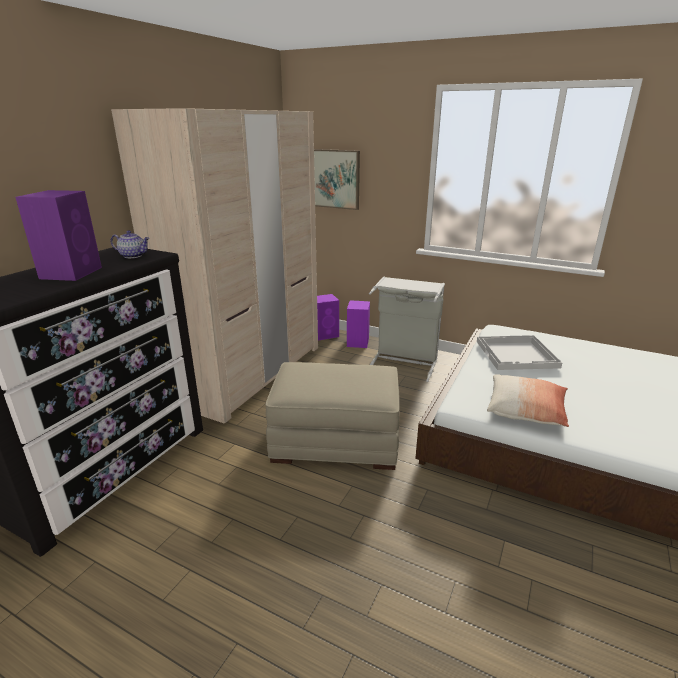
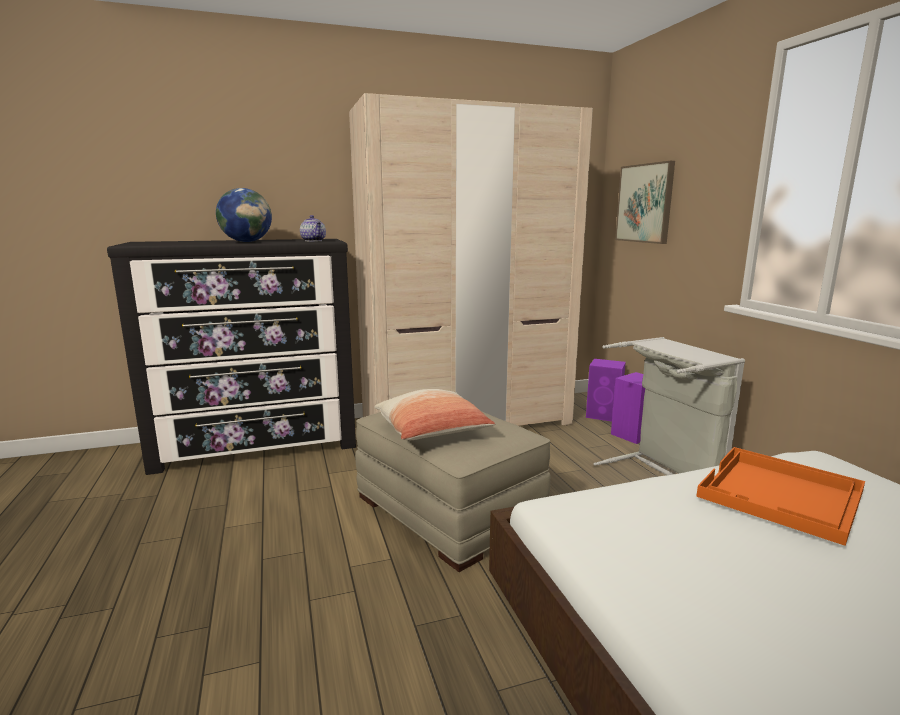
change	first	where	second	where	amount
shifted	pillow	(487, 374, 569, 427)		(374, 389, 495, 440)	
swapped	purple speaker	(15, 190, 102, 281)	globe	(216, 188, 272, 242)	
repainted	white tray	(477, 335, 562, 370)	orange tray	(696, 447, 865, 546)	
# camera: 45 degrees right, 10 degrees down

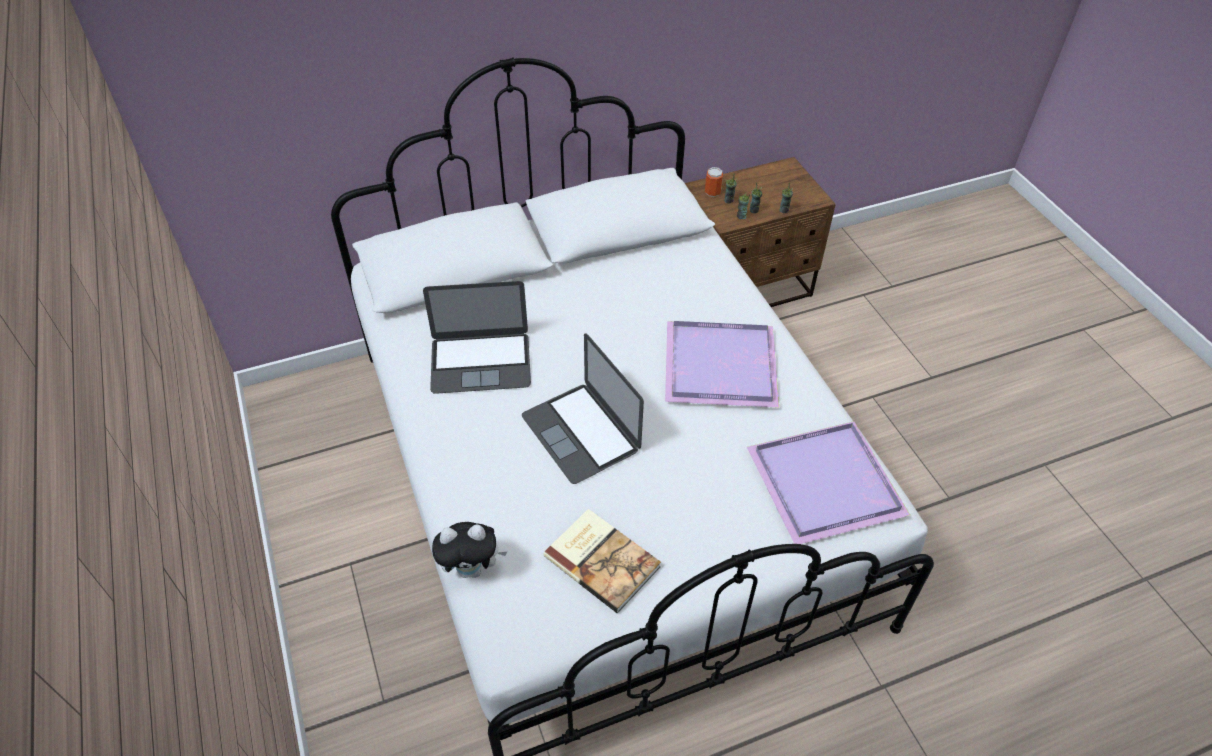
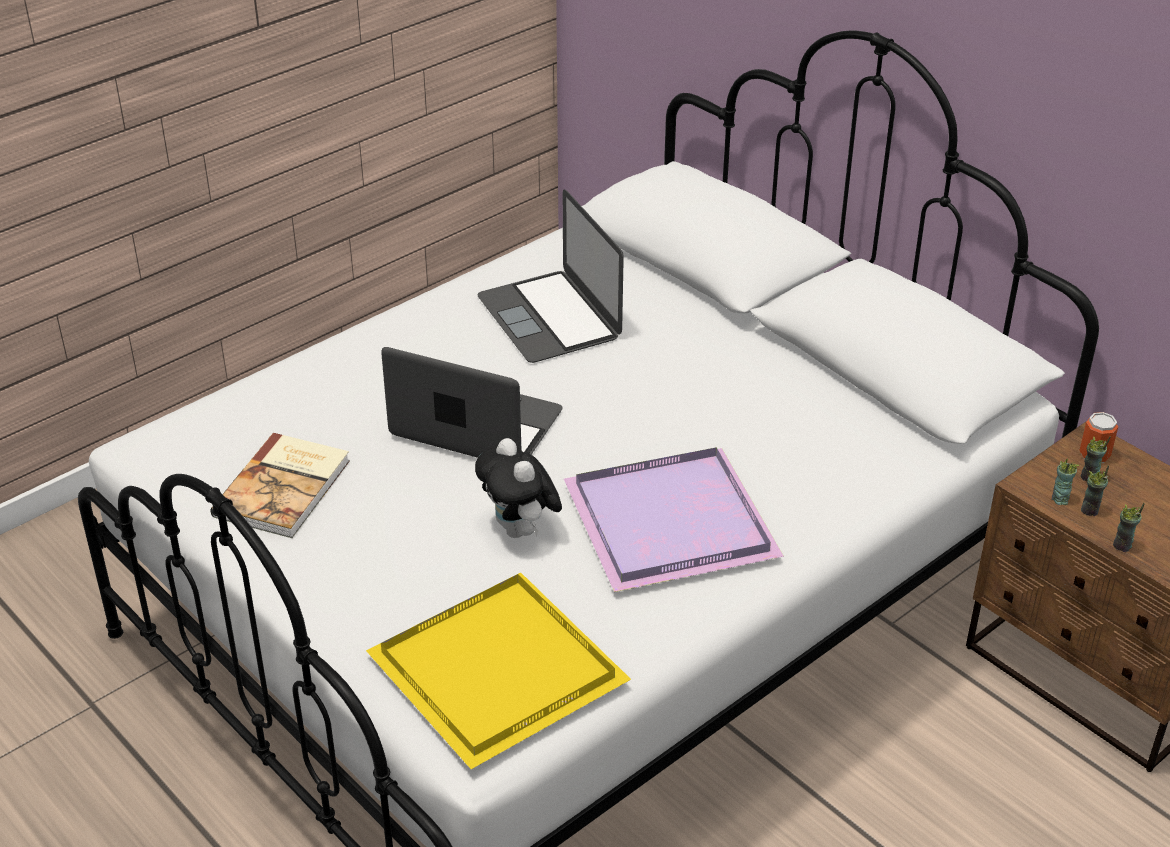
change	first	where	second	where	amount
shifted	plush toy	(432, 522, 507, 578)		(475, 438, 562, 538)	
repainted	purple tray	(747, 421, 910, 544)	yellow tray	(366, 572, 631, 769)	
rotated	laptop	(522, 334, 644, 484)		(381, 347, 563, 458)	75 degrees clockwise
# camera: 70 degrees right, 10 degrees down

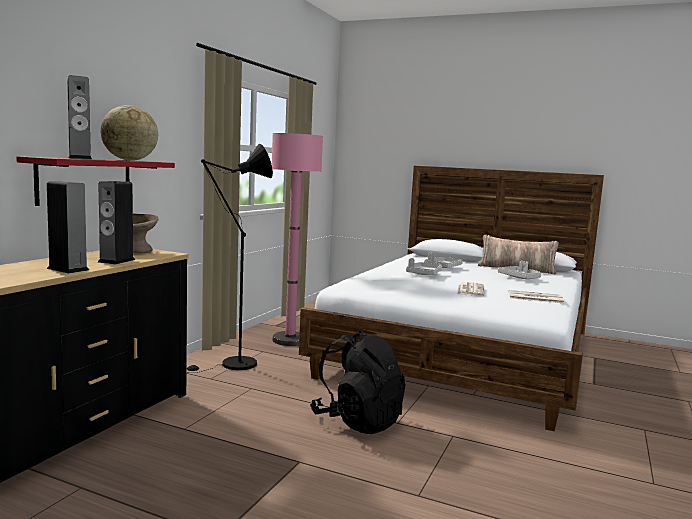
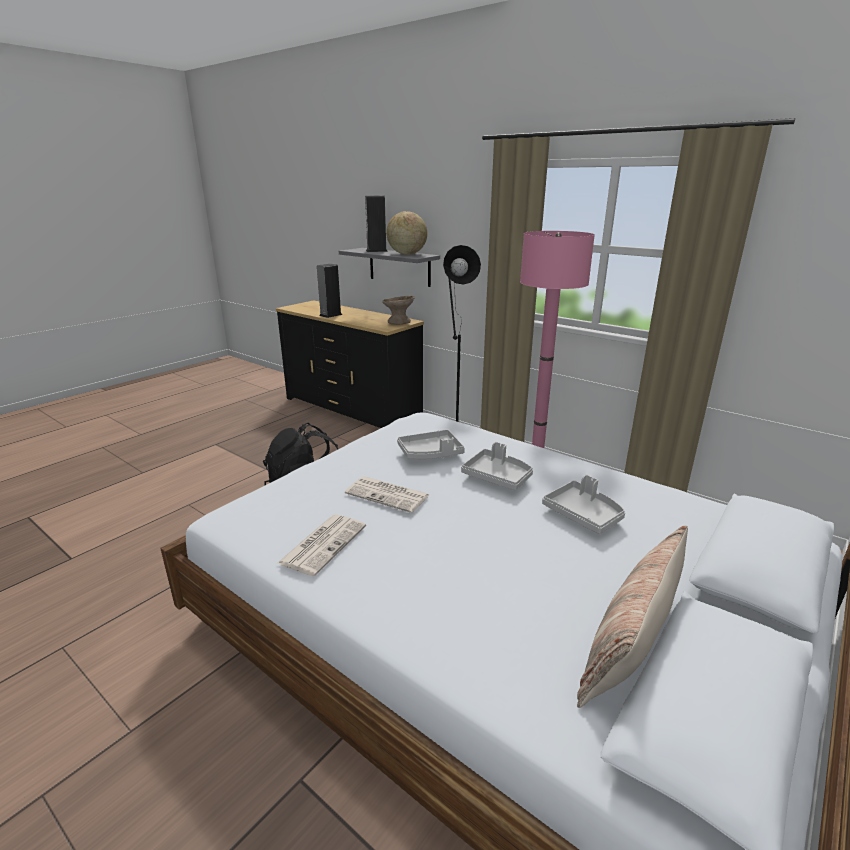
change	first	where	second	where	amount
gone	speaker	(98, 181, 135, 264)			
shifted	grey tray	(498, 261, 541, 279)		(397, 430, 465, 459)	
repainted	red shelf	(16, 156, 175, 206)	grey shelf	(339, 248, 440, 287)	
# camera: 105 degrees right, 15 degrees up

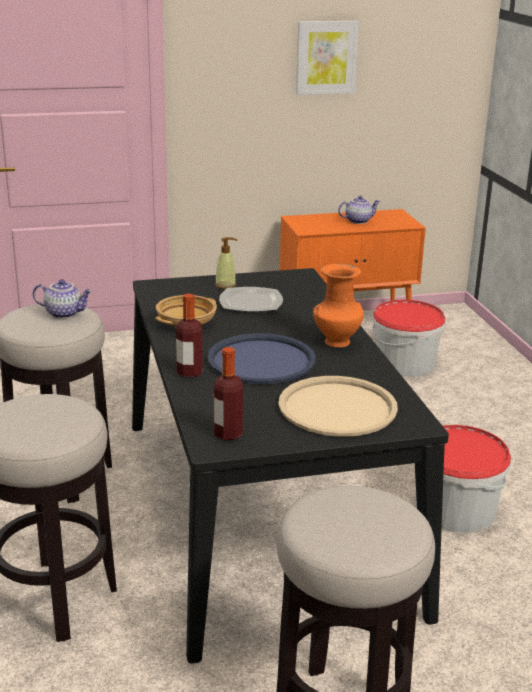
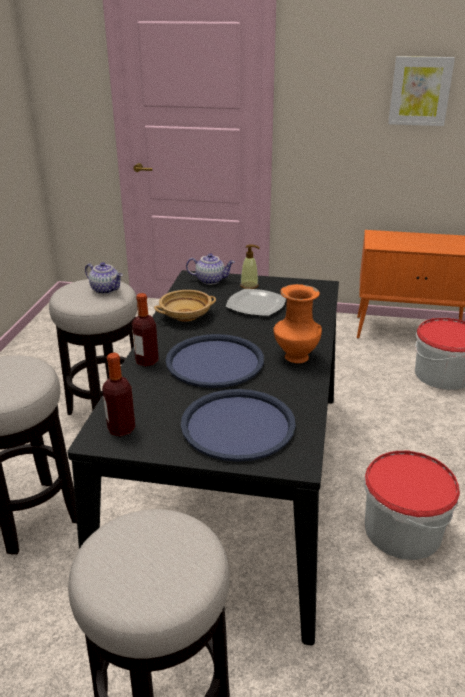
change	first	where	second	where	amount
shifted	teapot	(338, 196, 380, 224)		(186, 253, 235, 285)	
repainted	beige tray	(278, 376, 398, 437)	blue tray	(181, 389, 296, 462)	
# camera: 25 degrees right, 5 degrees up

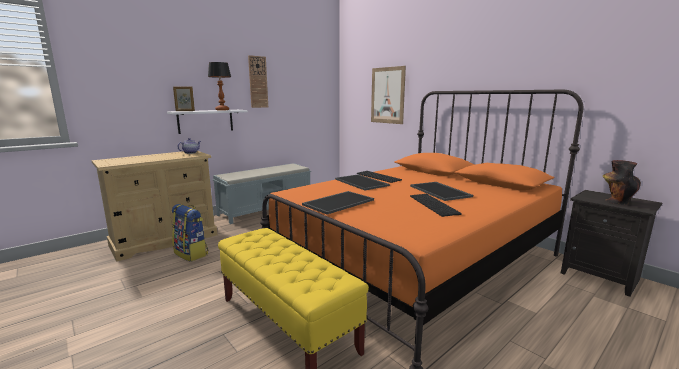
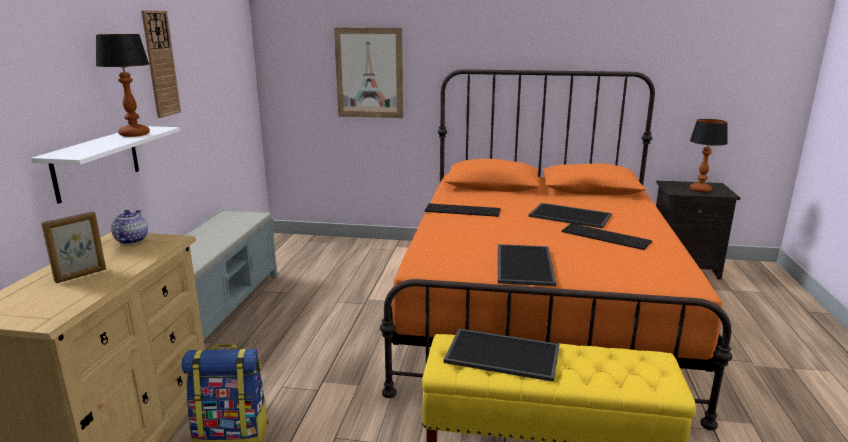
change	first	where	second	where	amount
shifted	picture frame	(173, 86, 195, 111)		(41, 211, 106, 283)	
shifted	tray	(335, 174, 390, 190)		(444, 329, 559, 382)	
swapped	vase	(603, 160, 641, 205)	table lamp	(690, 119, 728, 192)	
# camera: 40 degrees left, 5 degrees up

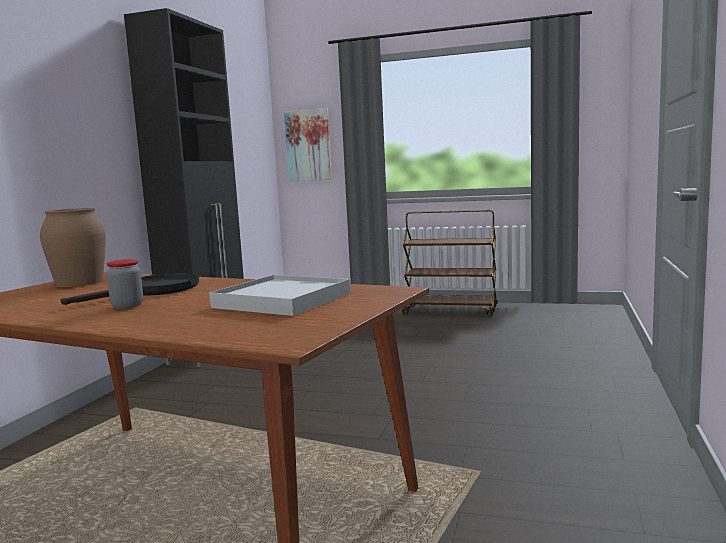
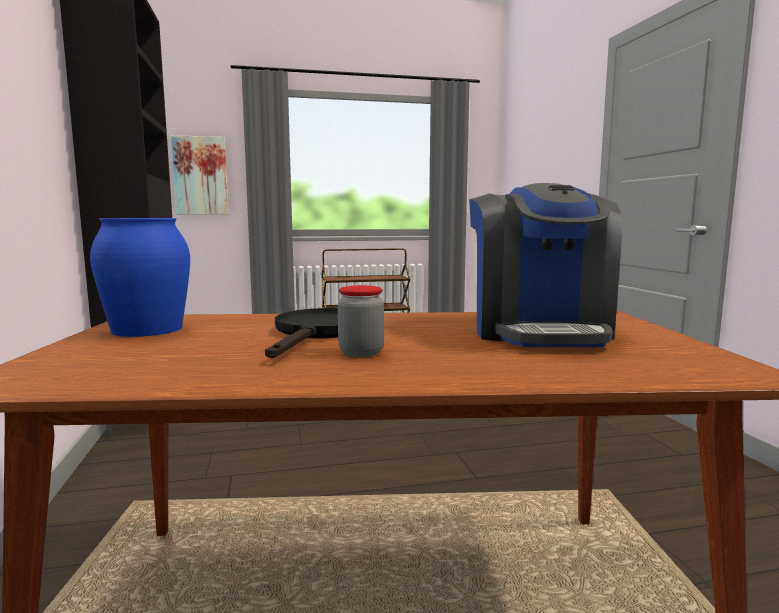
change	first	where	second	where	amount
swapped	white tray	(209, 275, 350, 316)	coffee machine	(469, 183, 622, 347)	
repainted	brown vase	(40, 208, 106, 287)	blue vase	(90, 218, 190, 337)	
# camera: 30 degrees left, 0 degrees up

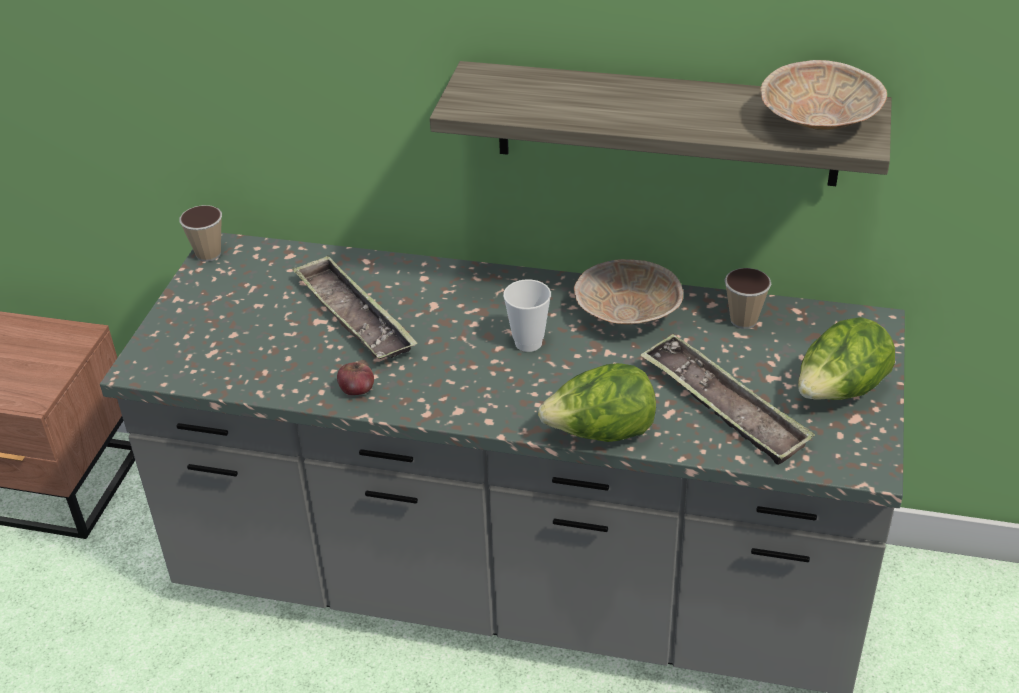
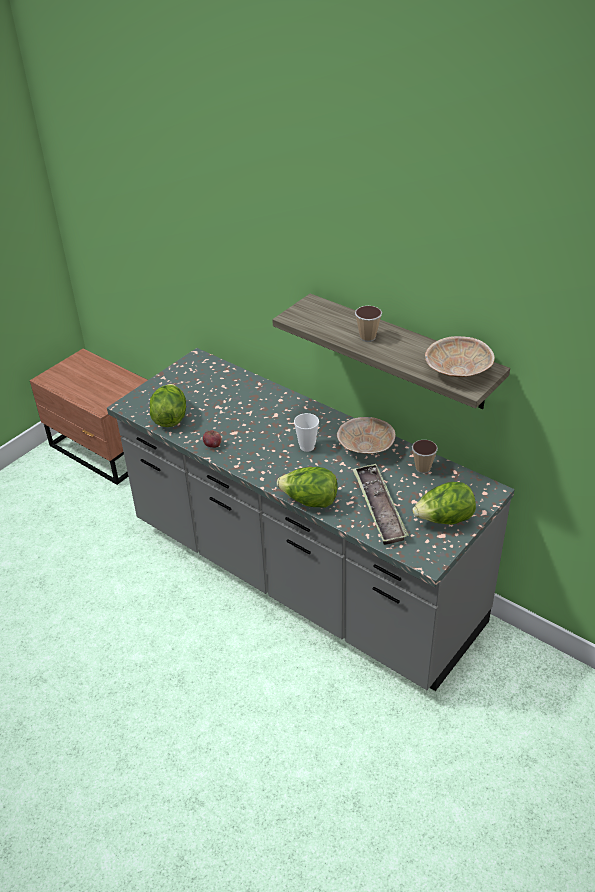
change	first	where	second	where	amount
gone	tray	(292, 255, 418, 359)			
new			lettuce	(150, 384, 186, 427)	
shifted	cup	(180, 205, 222, 262)		(355, 306, 382, 342)	
# camera: 25 degrees right, 0 degrees up

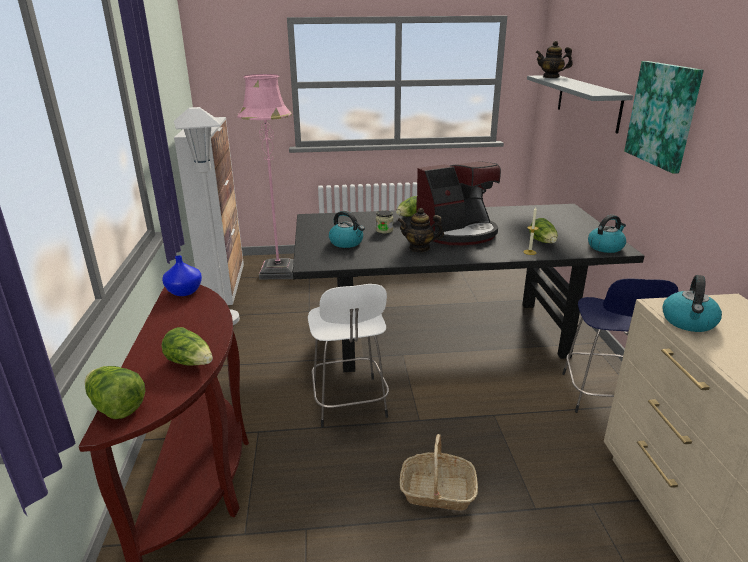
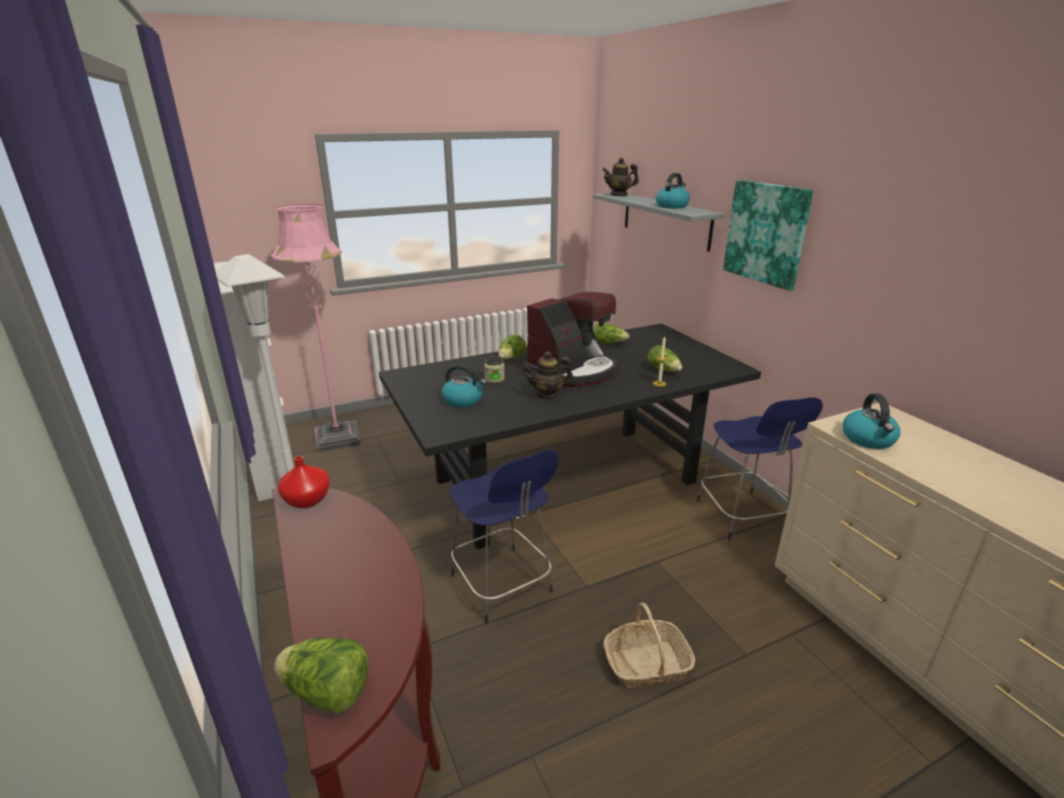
change	first	where	second	where	amount
shifted	lettuce	(162, 327, 213, 365)		(593, 323, 629, 344)	
shifted	kettle	(588, 215, 626, 253)		(656, 173, 690, 209)	
repainted	blue vase	(162, 255, 202, 296)	red vase	(278, 456, 330, 508)	
repainted	white stool	(308, 284, 389, 428)	blue stool	(450, 450, 559, 624)	
# camera: 20 degrees left, 0 degrees up

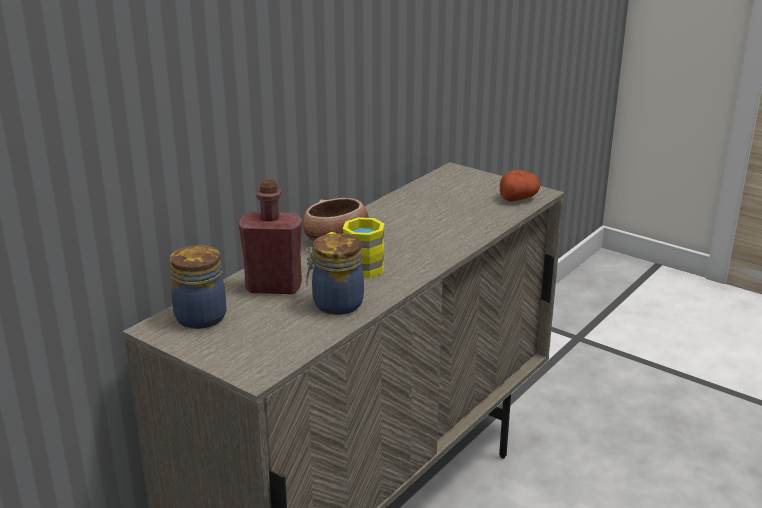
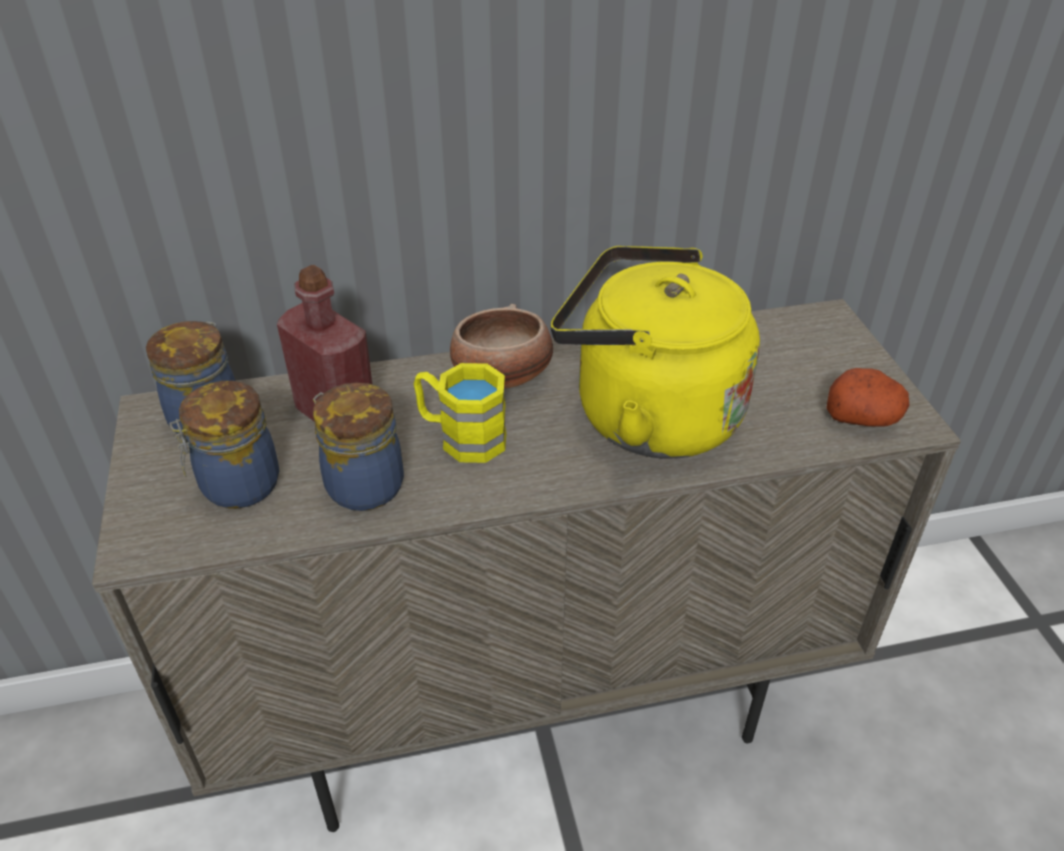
change	first	where	second	where	amount
new			jar	(169, 381, 280, 508)	
new			yellow kettle	(550, 246, 760, 459)	
# camera: 40 degrees right, 15 degrees up

